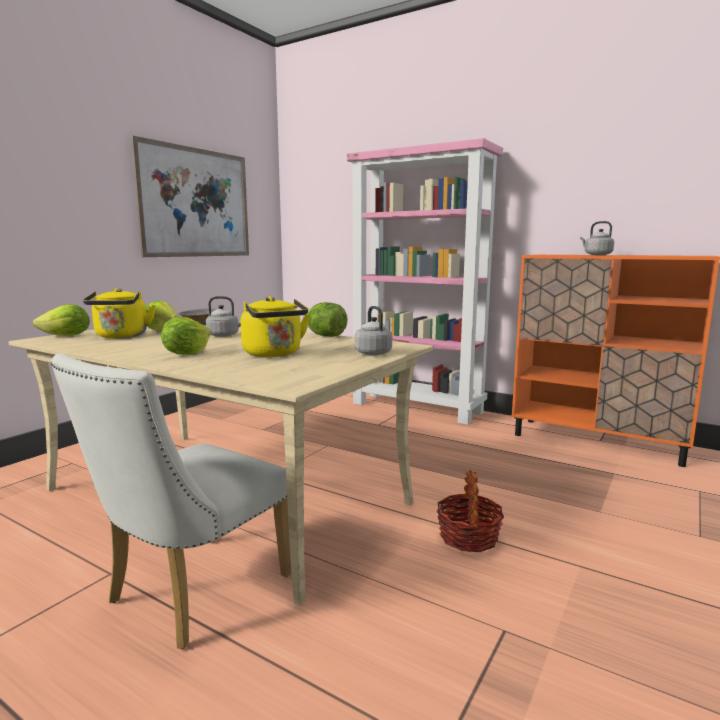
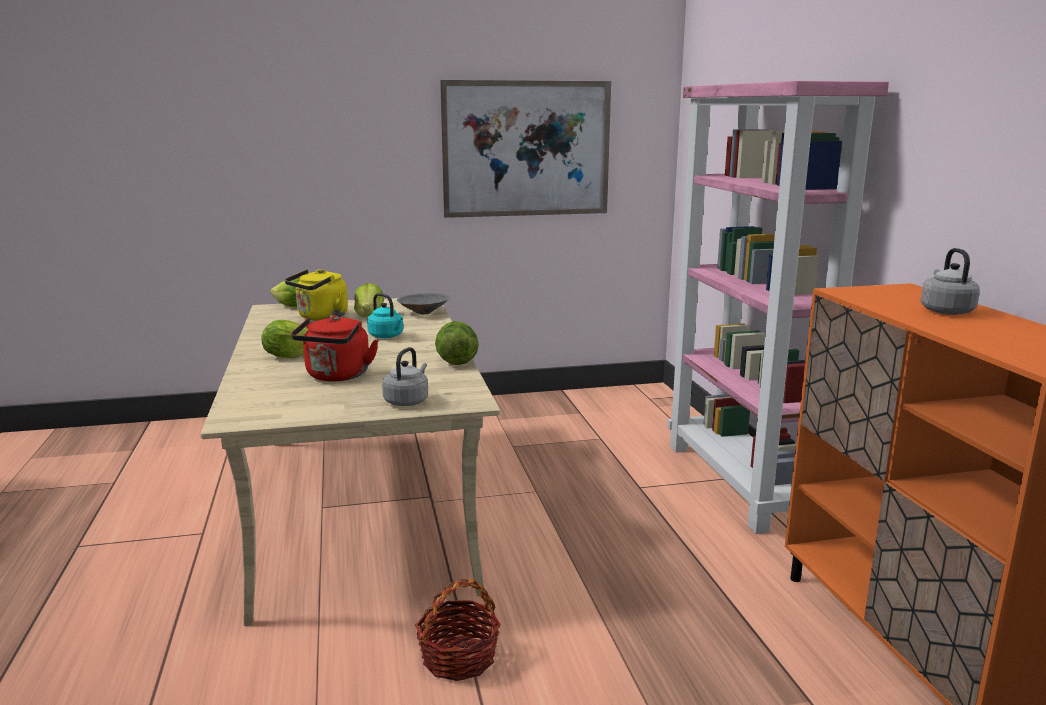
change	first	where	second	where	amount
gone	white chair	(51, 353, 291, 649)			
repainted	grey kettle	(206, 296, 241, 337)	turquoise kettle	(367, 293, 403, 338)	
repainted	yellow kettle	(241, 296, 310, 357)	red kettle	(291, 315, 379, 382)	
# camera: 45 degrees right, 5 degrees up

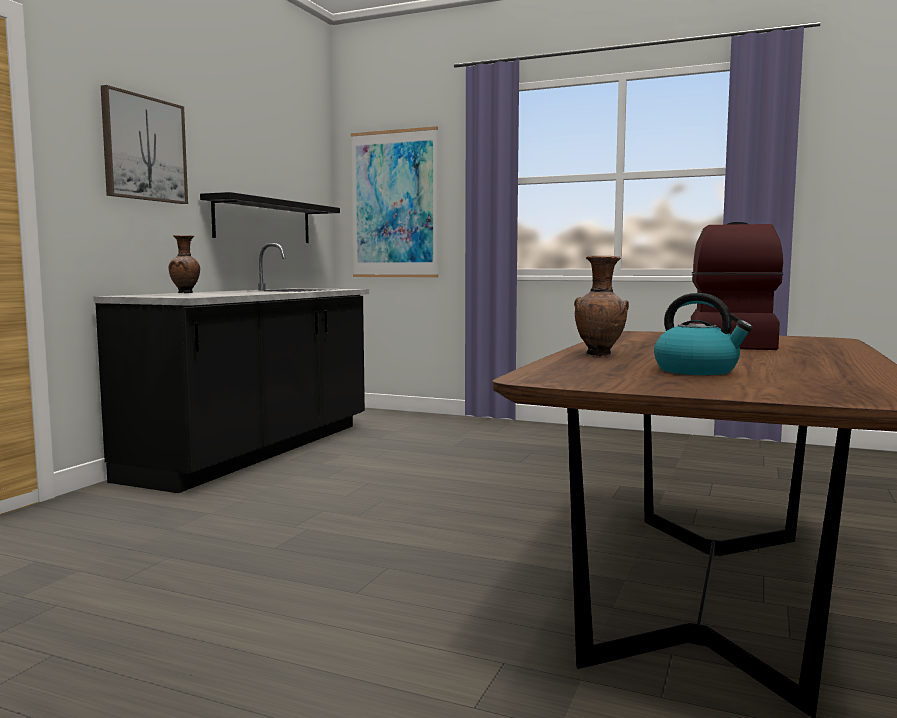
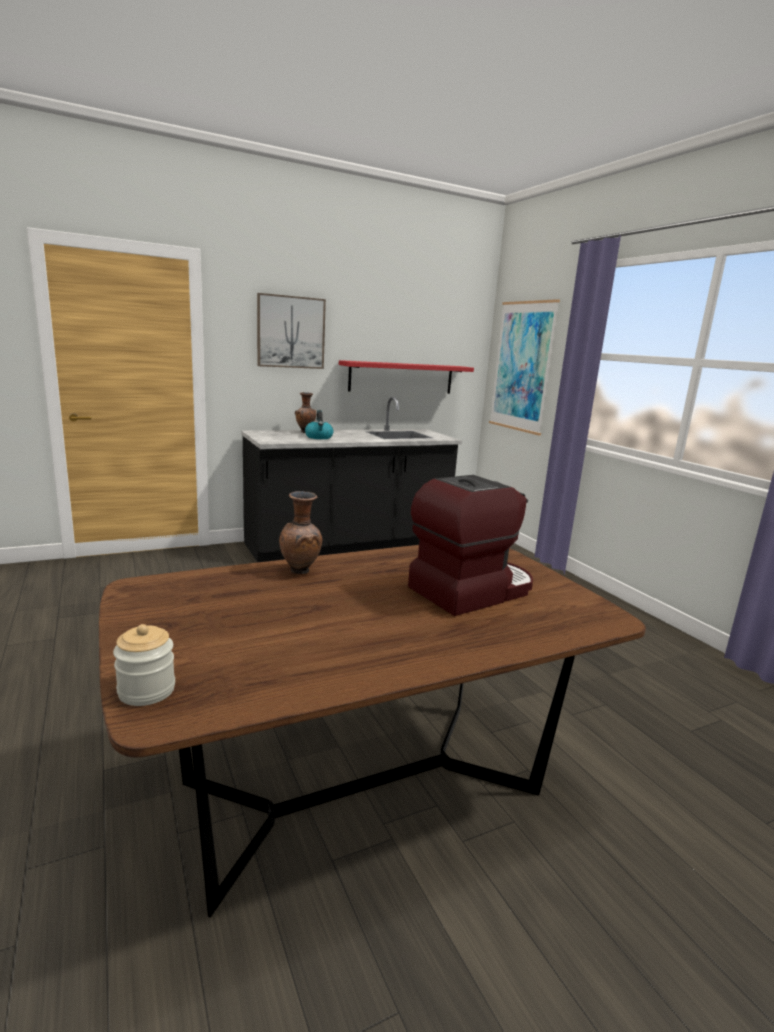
change	first	where	second	where	amount
new			jar	(113, 624, 175, 706)	
shifted	kettle	(654, 293, 753, 375)		(305, 410, 333, 439)	
repainted	black shelf	(200, 192, 340, 243)	red shelf	(339, 360, 474, 394)	
# camera: 40 degrees right, 10 degrees up

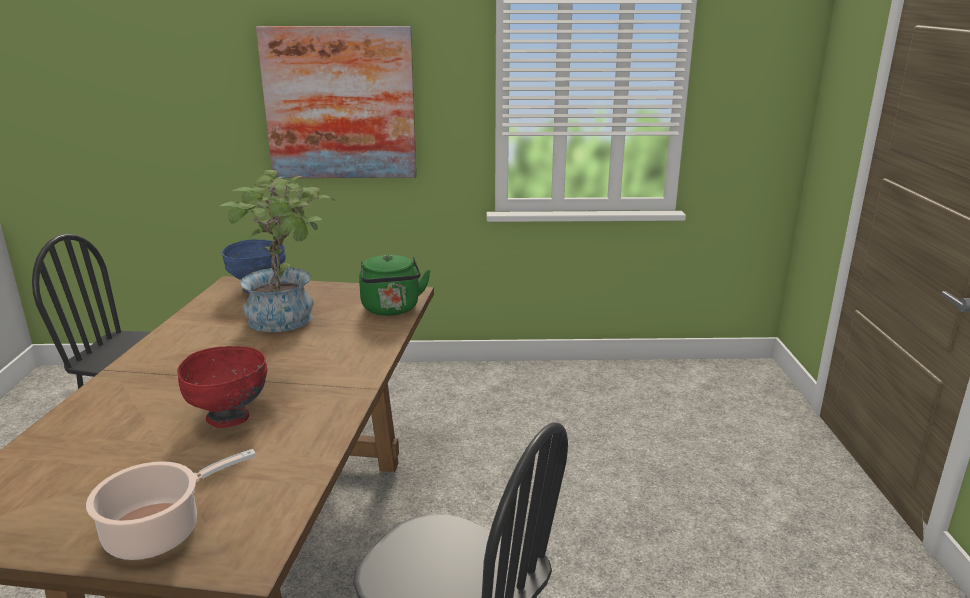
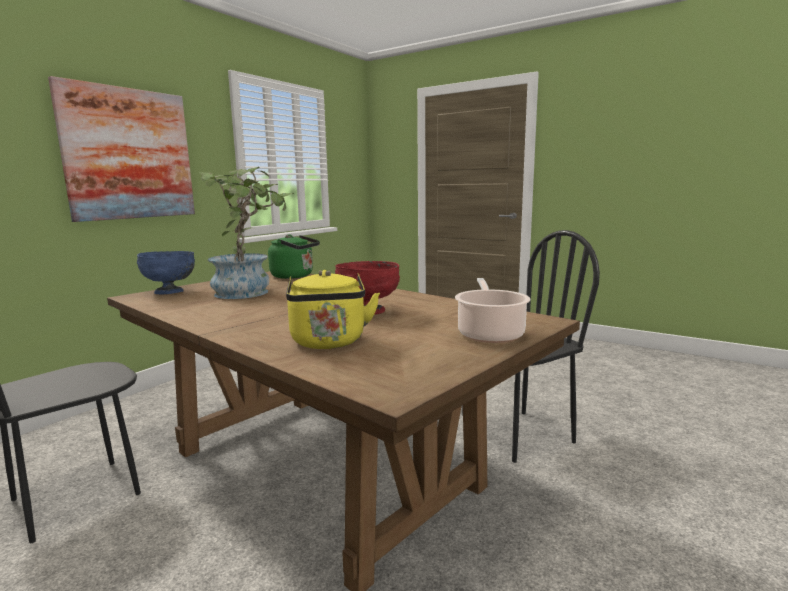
change	first	where	second	where	amount
new			yellow kettle	(286, 270, 380, 349)	
# camera: 55 degrees left, 10 degrees down

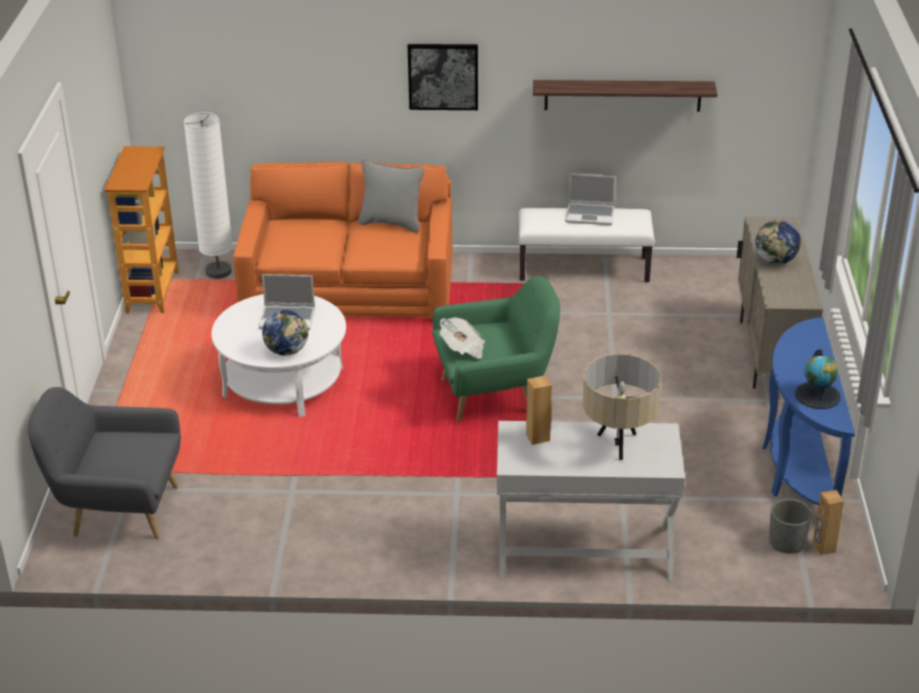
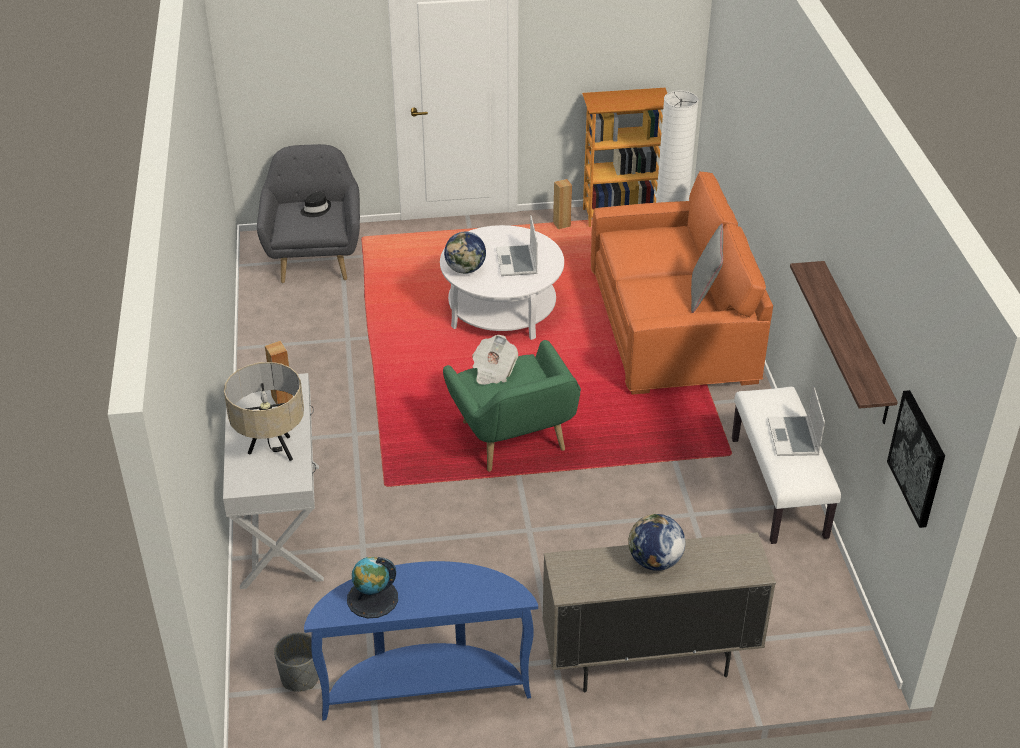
change	first	where	second	where	amount
new			black hat	(301, 192, 331, 217)	
shifted	picture	(408, 44, 478, 110)		(887, 390, 945, 528)	
shifted	brown speaker	(813, 490, 844, 555)		(553, 179, 572, 229)	
# camera: 80 degrees right, 5 degrees up

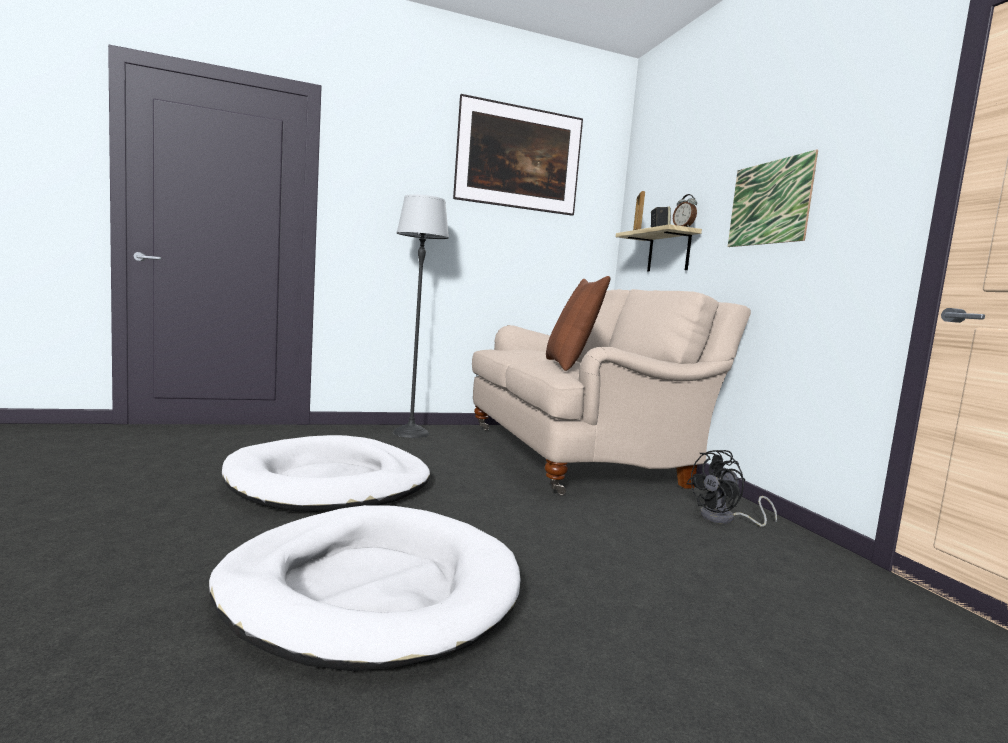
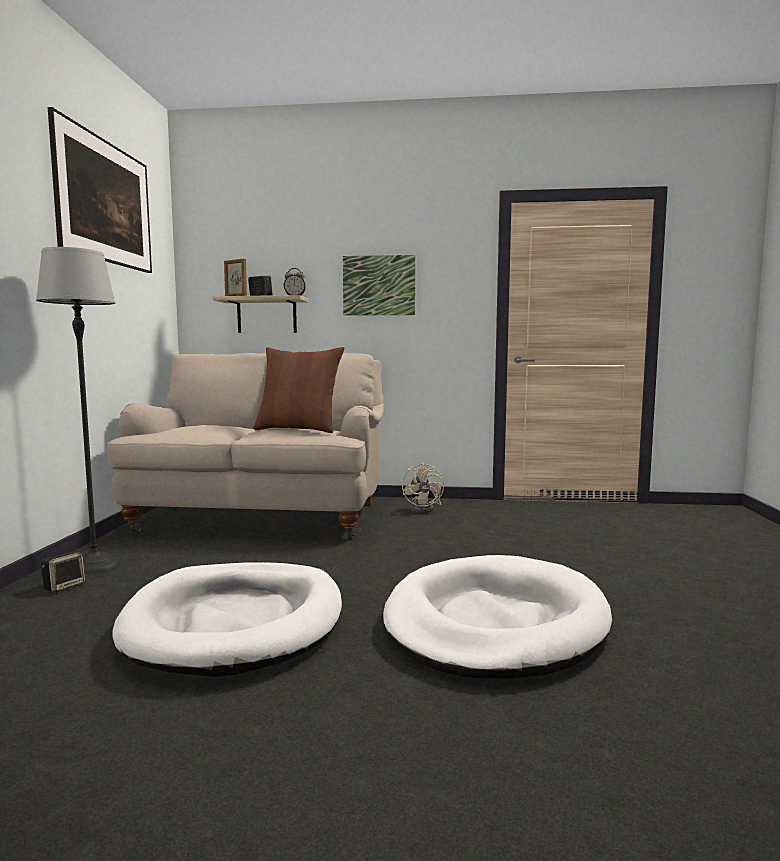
change	first	where	second	where	amount
new			speaker	(41, 552, 85, 593)	
repainted	black fan	(687, 450, 777, 527)	beige fan	(402, 463, 444, 513)	
# camera: 65 degrees left, 0 degrees up

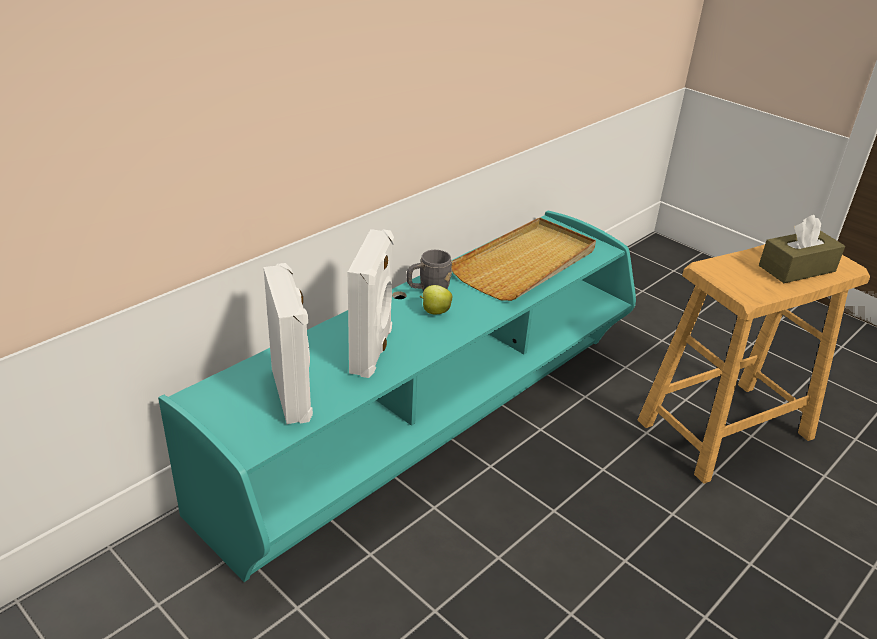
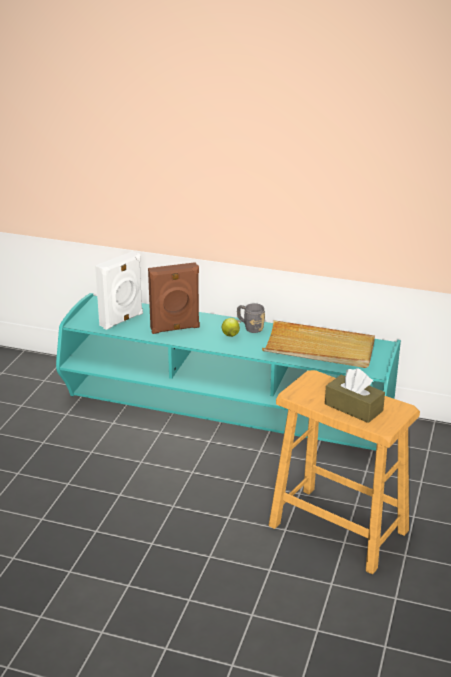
change	first	where	second	where	amount
repainted	white speaker	(348, 229, 394, 378)	brown speaker	(148, 262, 200, 334)	
# camera: 65 degrees right, 5 degrees down

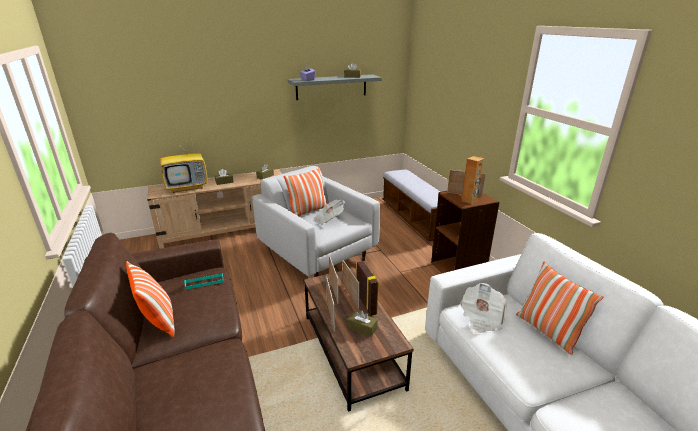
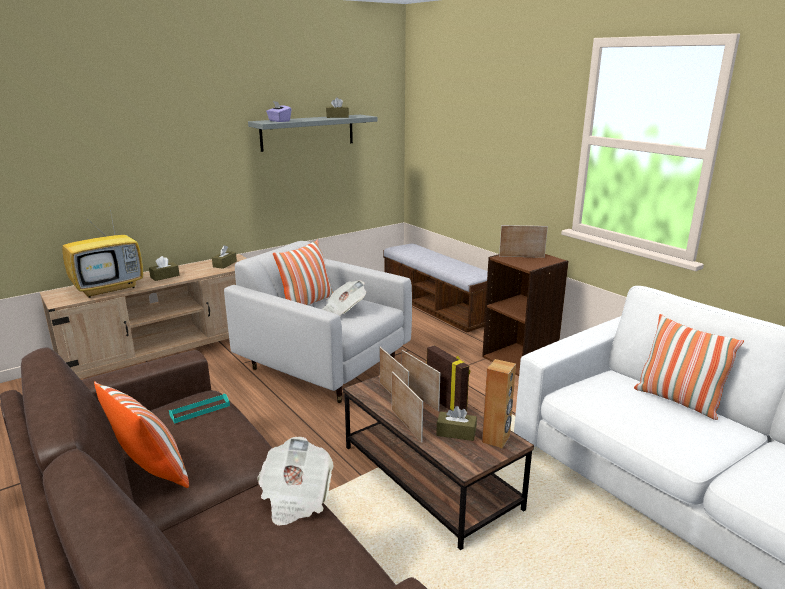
change	first	where	second	where	amount
shifted	brown speaker	(461, 156, 484, 204)		(482, 359, 516, 448)	
shifted	newspaper	(461, 283, 507, 333)		(257, 437, 334, 526)	
# camera: 15 degrees left, 5 degrees down

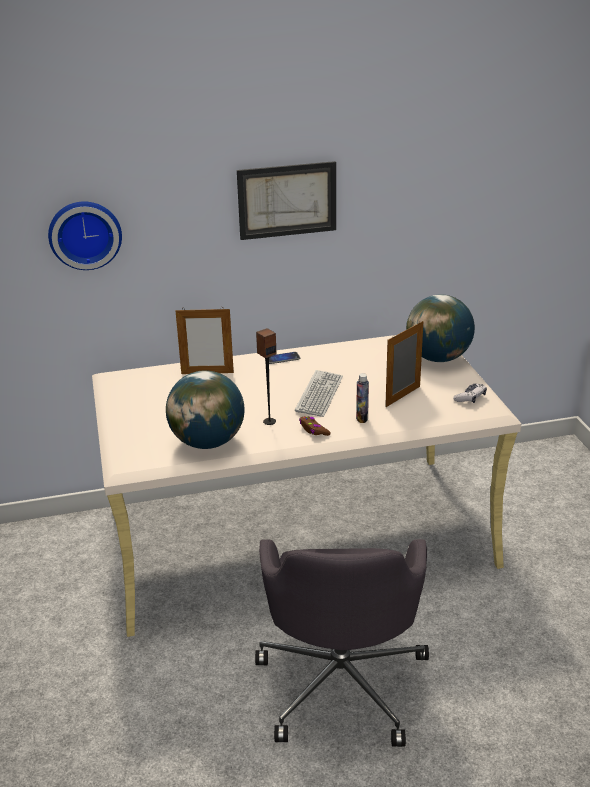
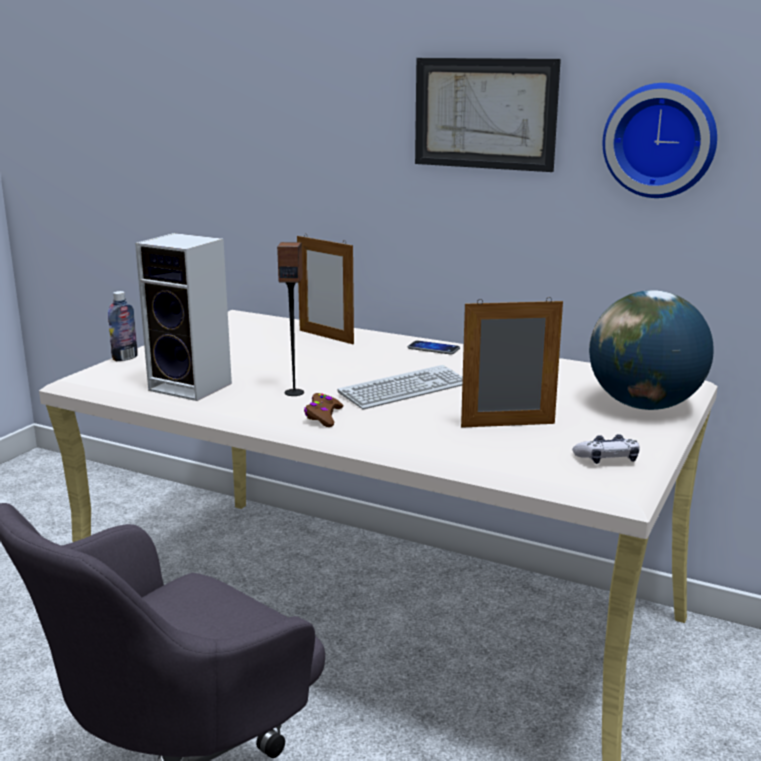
change	first	where	second	where	amount
shifted	wall clock	(48, 201, 122, 270)		(603, 83, 717, 198)	
shifted	bottle	(356, 373, 369, 423)		(108, 291, 138, 361)	
swapped	globe	(166, 370, 245, 449)	speaker	(135, 233, 232, 401)	
# camera: 40 degrees right, 10 degrees down

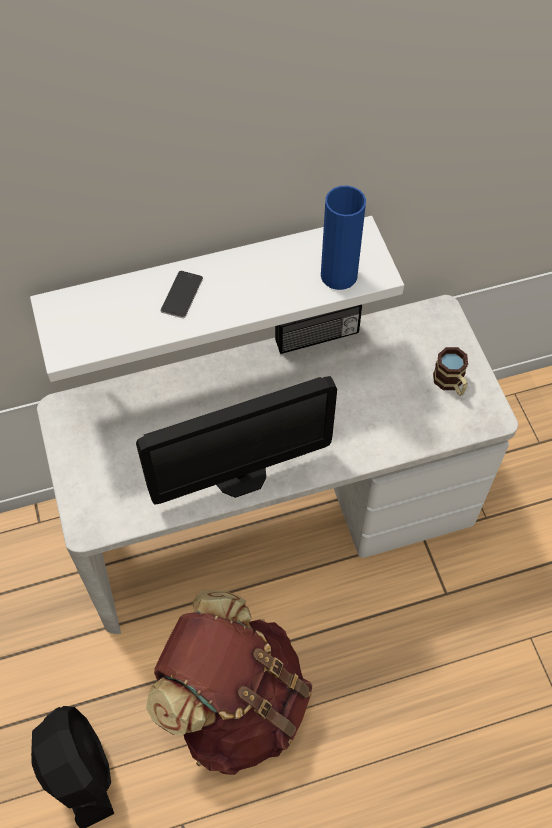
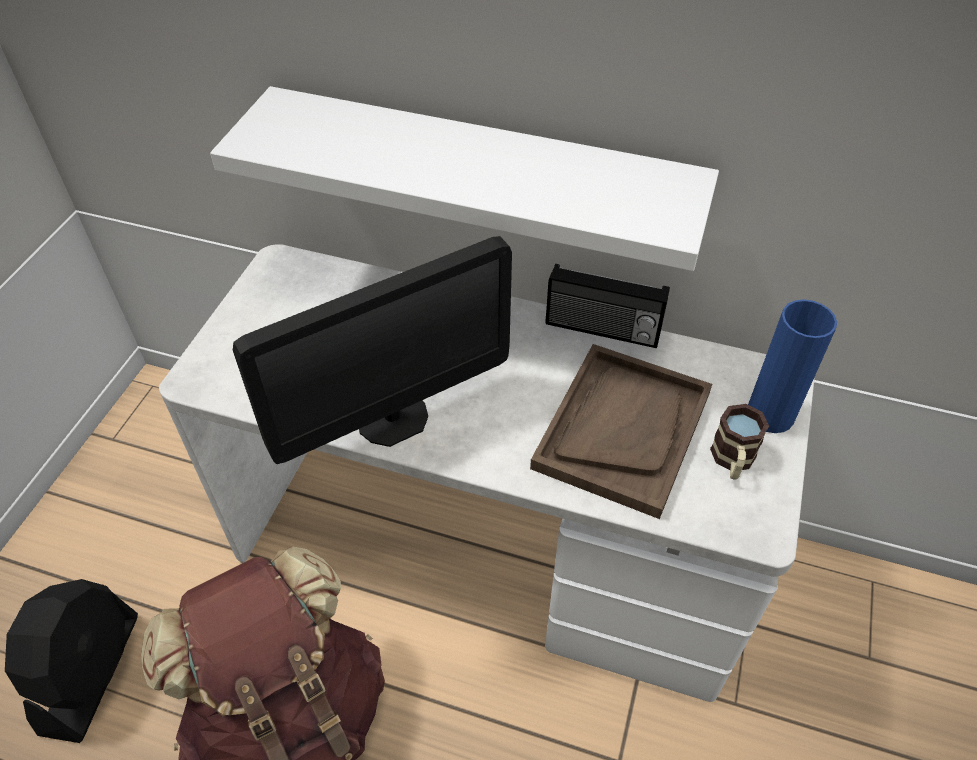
change	first	where	second	where	amount
gone	phone	(161, 271, 203, 318)			
new			brown tray	(530, 344, 712, 519)	
shifted	blue vase	(321, 186, 366, 290)		(748, 299, 837, 433)	
rotated	monitor	(136, 376, 337, 505)		(233, 236, 512, 464)	45 degrees counterclockwise
# camera: 35 degrees right, 10 degrees down

